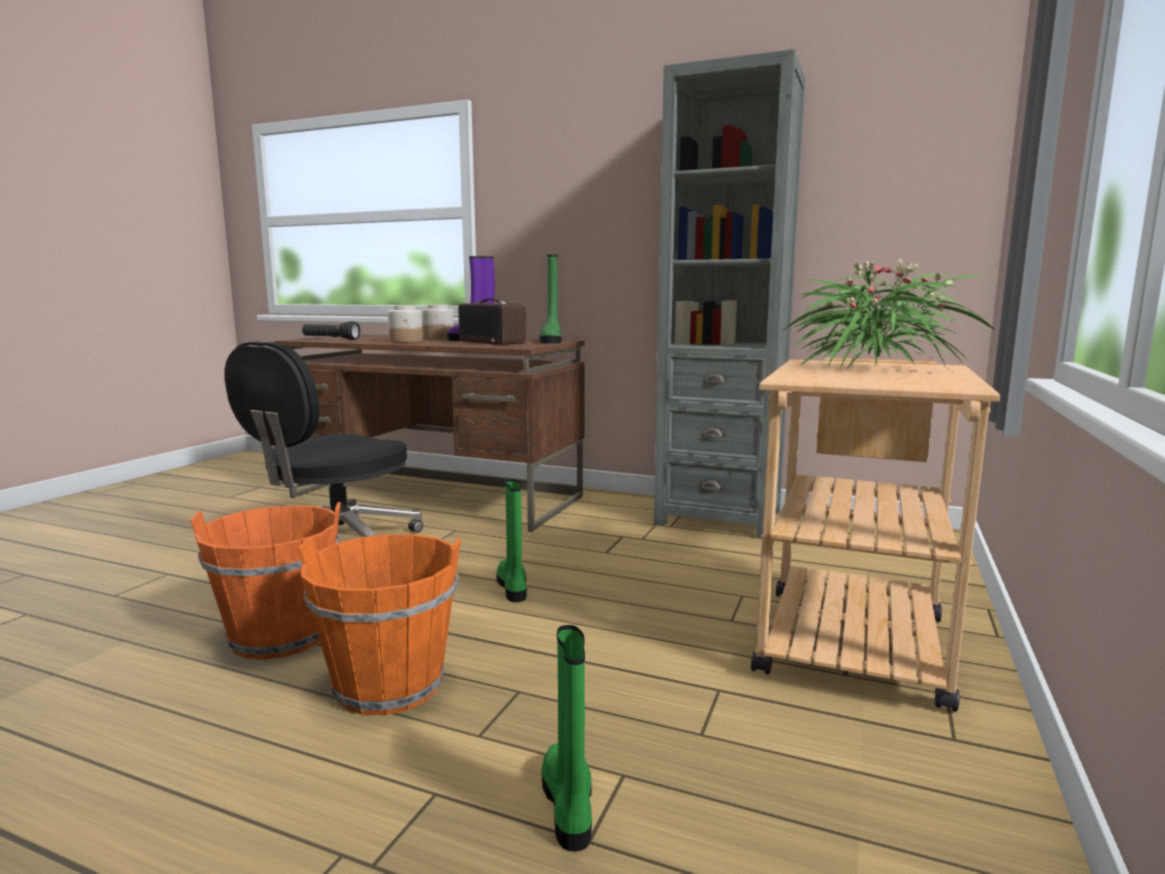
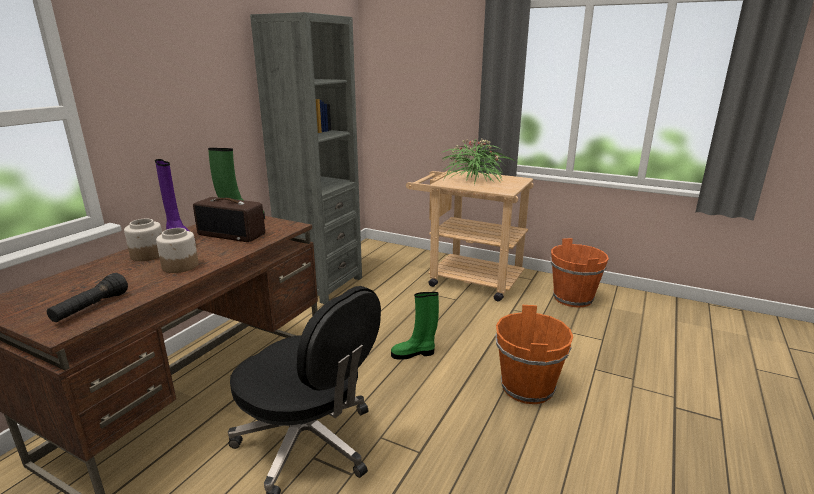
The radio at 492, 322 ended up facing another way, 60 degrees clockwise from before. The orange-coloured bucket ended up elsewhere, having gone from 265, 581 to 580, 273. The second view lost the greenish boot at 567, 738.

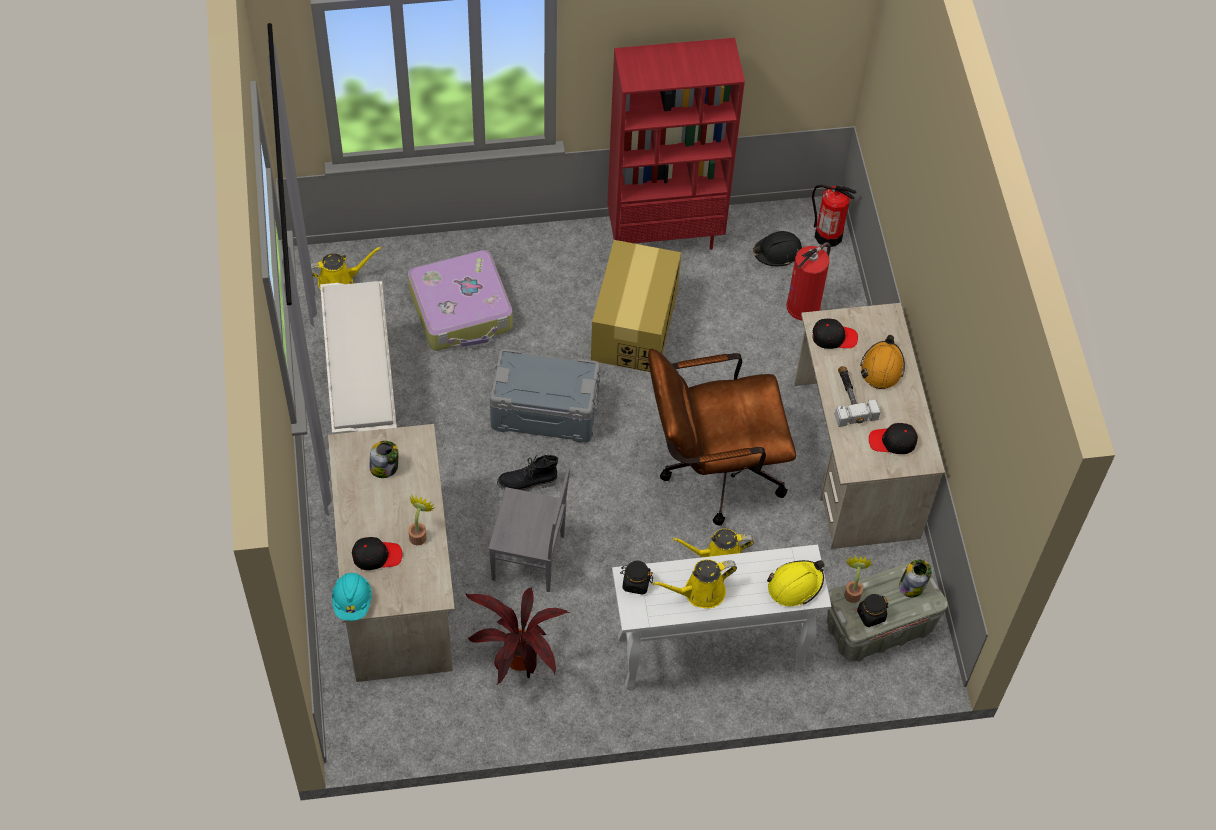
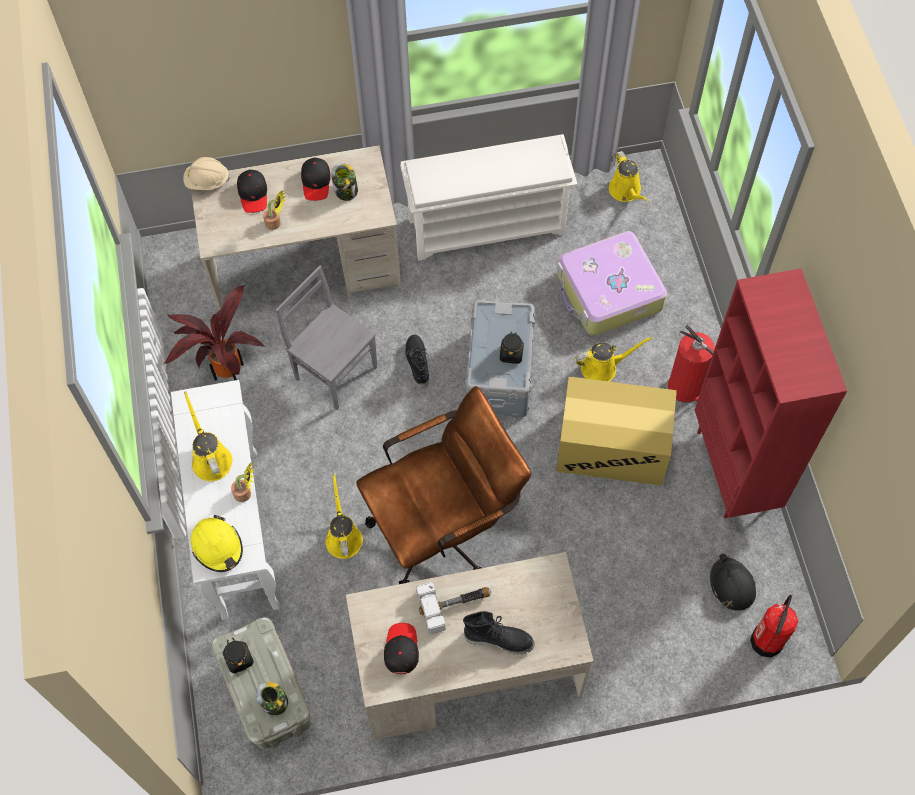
What was the turquoise-coloured hard hat at 352, 597 turned into the beige-coloured hard hat at 206, 173. The houseplant ended up elsewhere, having gone from 858, 579 to 243, 482. The gray chair at 529, 528 ended up facing another way, 120 degrees clockwise from before. The blackish baseball cap ended up elsewhere, having gone from 835, 333 to 316, 179. The brownish desk chair at 722, 437 ended up facing another way, 75 degrees clockwise from before. Where the orange-coloured hard hat stood at 882, 362, the blackish boot came to stand at 499, 633. The blackish jar ended up elsewhere, having gone from 636, 577 to 512, 348. The second view gained the yellow-coloured watering can at 614, 359. The extinguisher ended up elsewhere, having gone from 809, 281 to 691, 363.

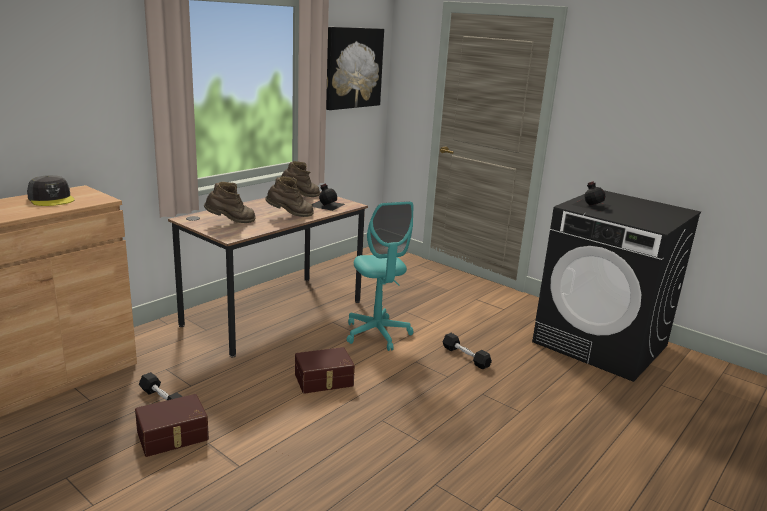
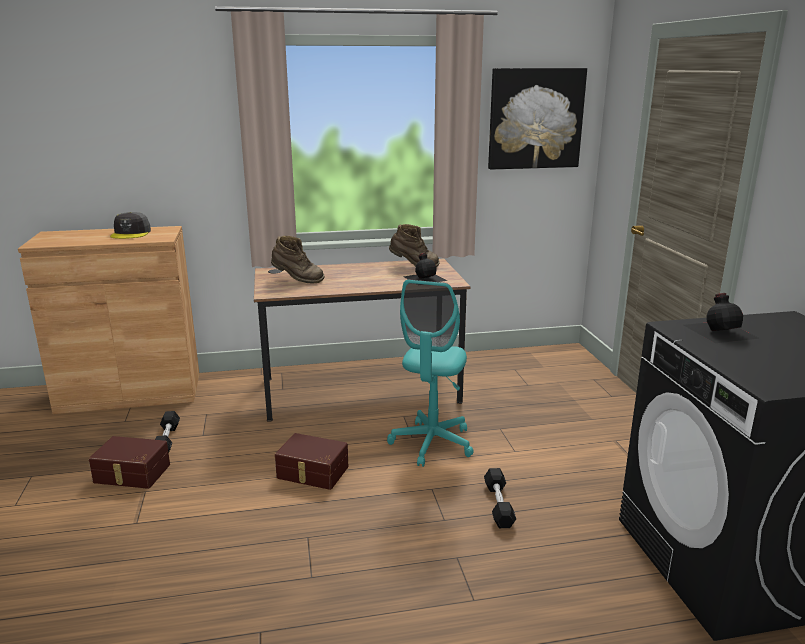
The second view lost the brownish boot at 289, 196.

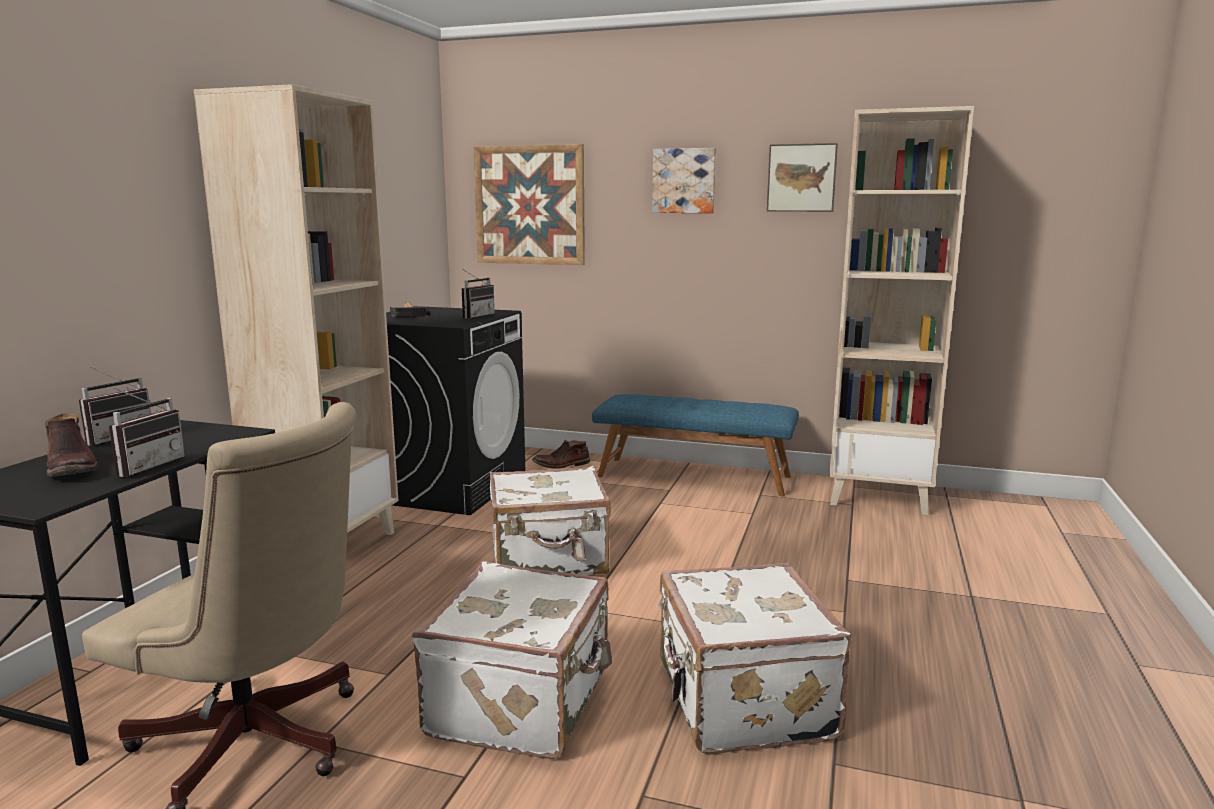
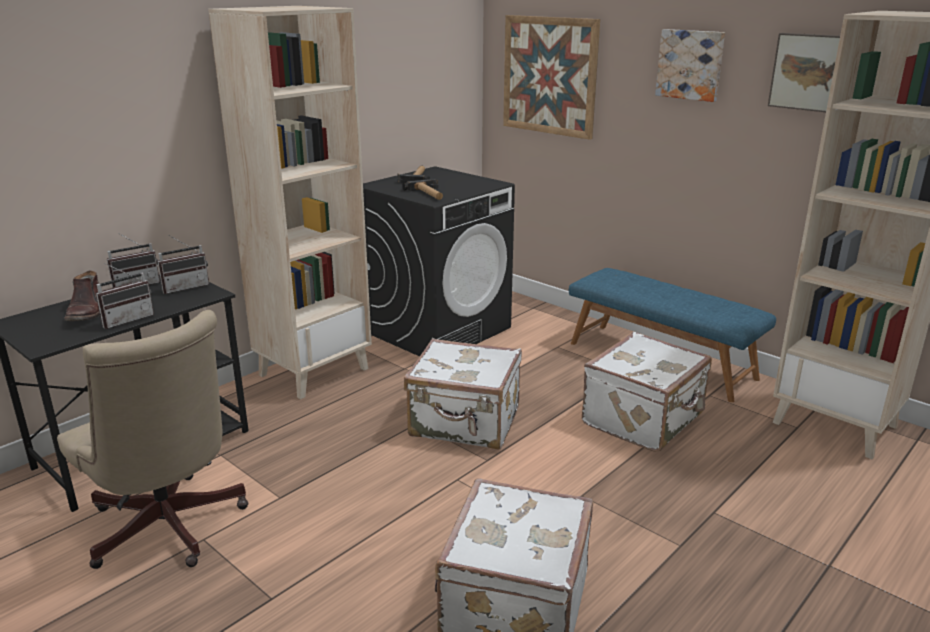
The radio ended up elsewhere, having gone from 478, 294 to 183, 264. The second view gained the tool hammer at 422, 189. The white travel case ended up elsewhere, having gone from 512, 660 to 647, 392. The second view lost the brownish boot at 561, 454.

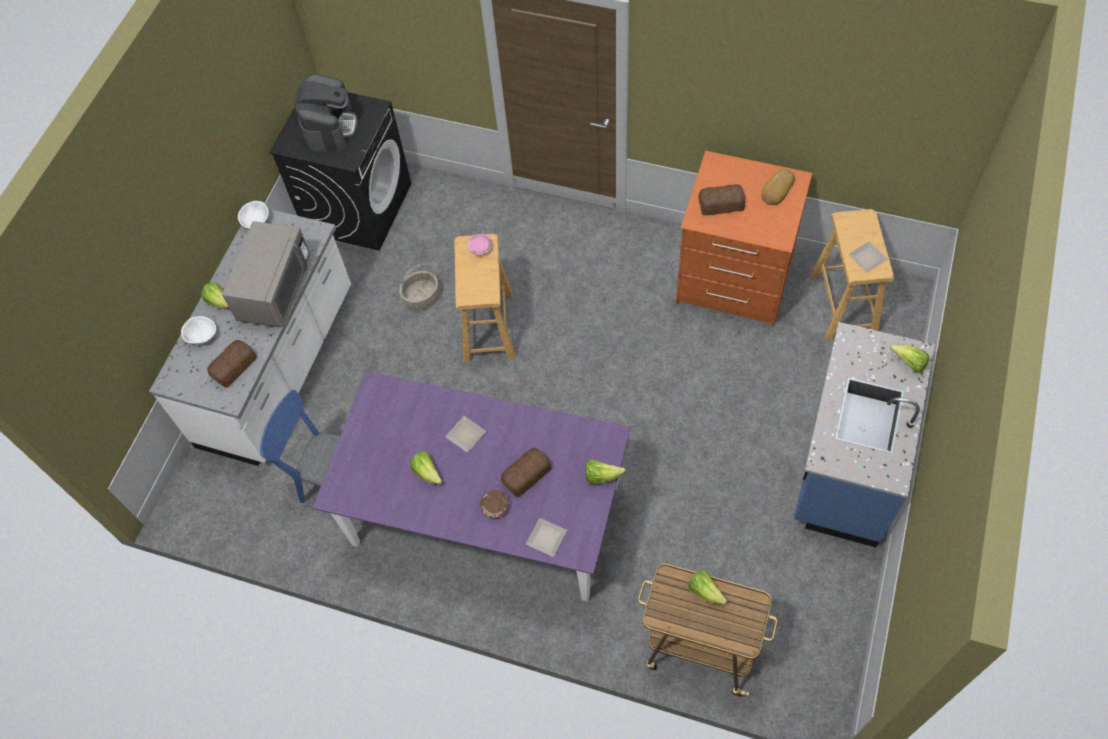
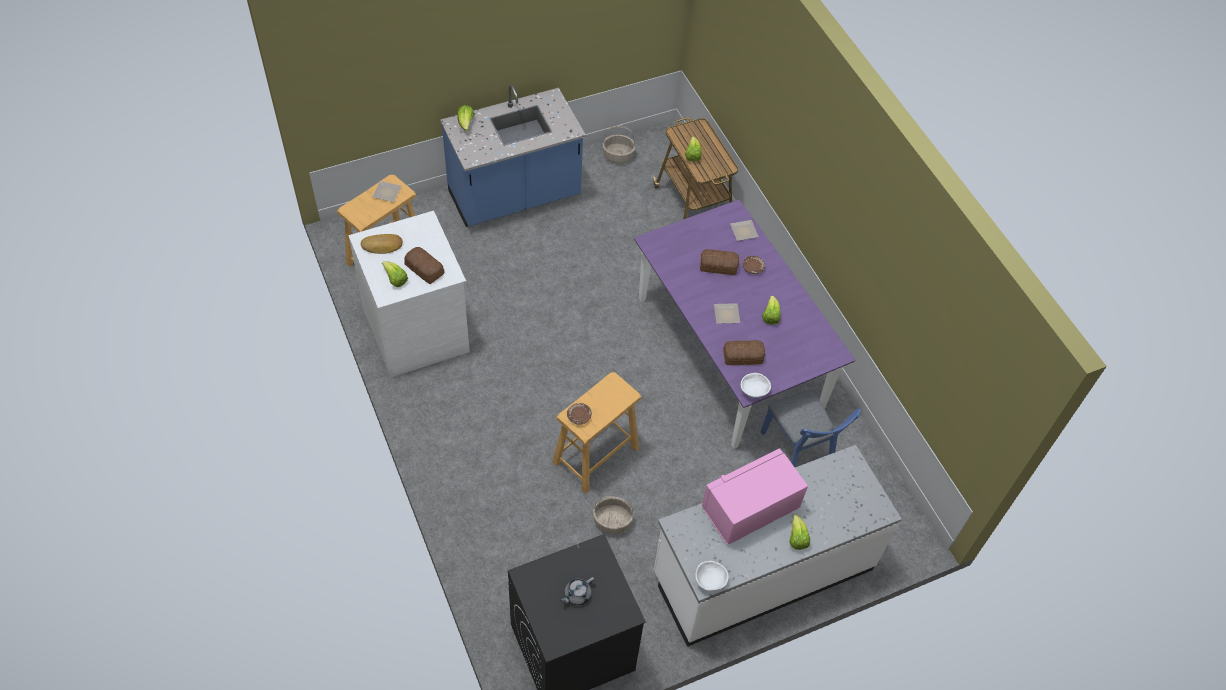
What was the orange-coloured chest of drawers at 744, 239 turned into the white chest of drawers at 409, 294. The lettuce ended up elsewhere, having gone from 605, 472 to 395, 274. Where the coffee brewer stood at 326, 112, the gray pot for tea came to stand at 577, 591. What was the pink flat dish at 480, 245 turned into the brownish flat dish at 579, 414. The second view gained the storage basket at 619, 144. What was the gray microwave at 266, 274 turned into the pink microwave at 755, 496. The baked bread ended up elsewhere, having gone from 232, 364 to 744, 352. The white deep dish ended up elsewhere, having gone from 198, 330 to 756, 385.

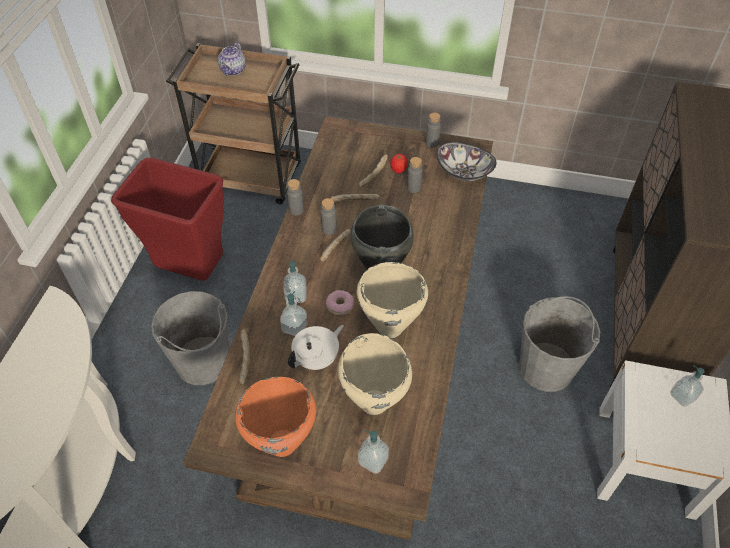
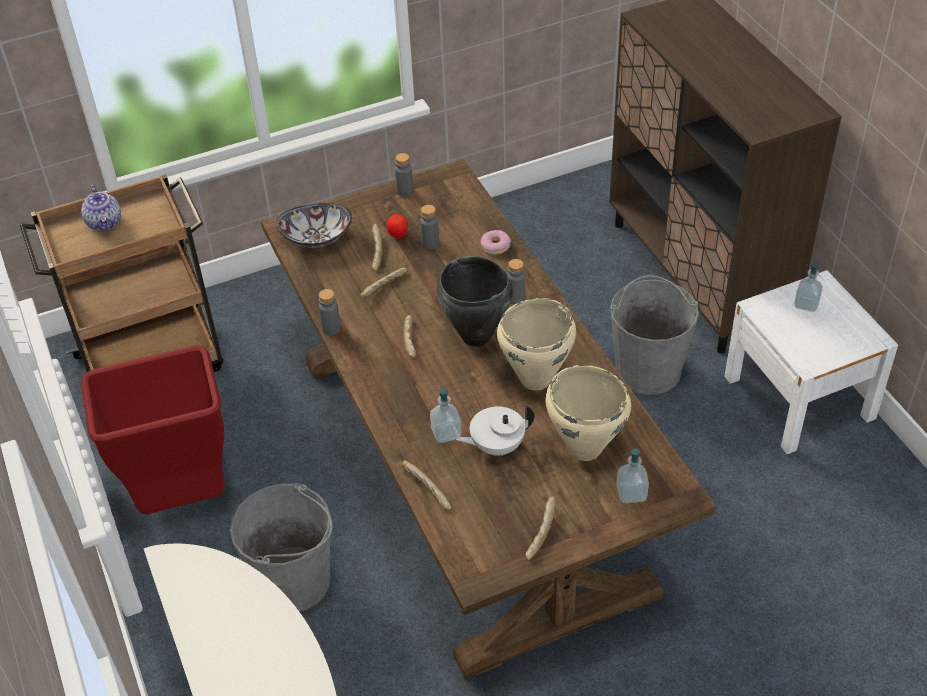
The deep dish ended up elsewhere, having gone from 467, 161 to 314, 225. The white pot for tea at 316, 347 ended up facing another way, 120 degrees counterclockwise from before. The ring doughnut ended up elsewhere, having gone from 340, 302 to 495, 242. The gray beverage bottle ended up elsewhere, having gone from 329, 216 to 516, 282. Where the orange-coloured cooking pot stood at 275, 417, the baked bread came to stand at 540, 528. The second view lost the liquid soap bottle at 295, 281.

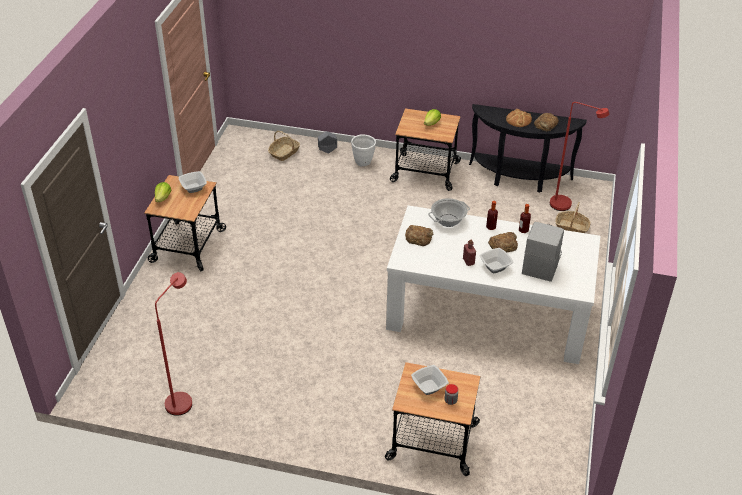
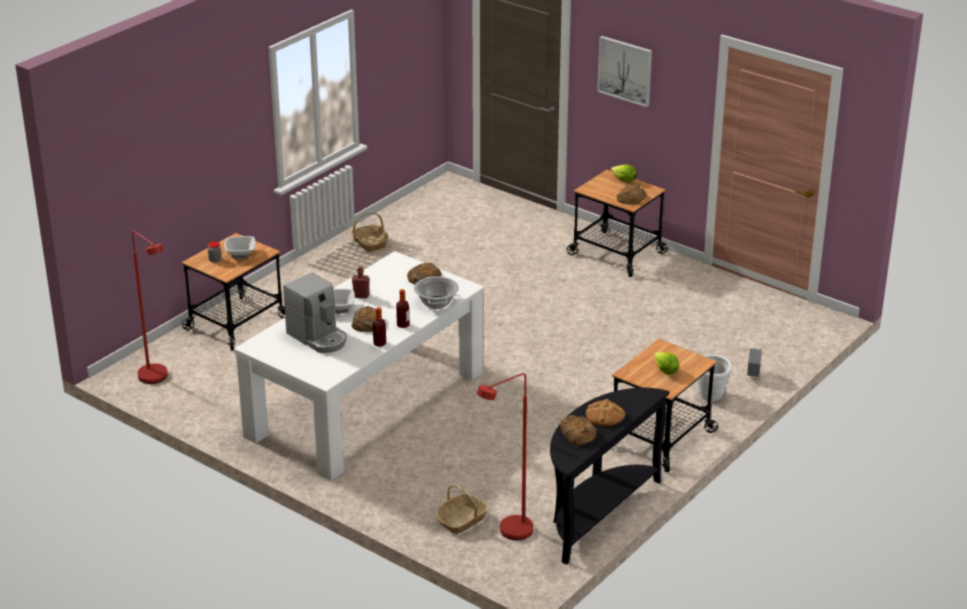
The reddish standard lamp ended up elsewhere, having gone from 173, 344 to 150, 307. The storage basket ended up elsewhere, having gone from 284, 146 to 370, 232. The second view gained the wall picture at 624, 71. Where the deep dish stood at 193, 182, the baked bread came to stand at 631, 194.

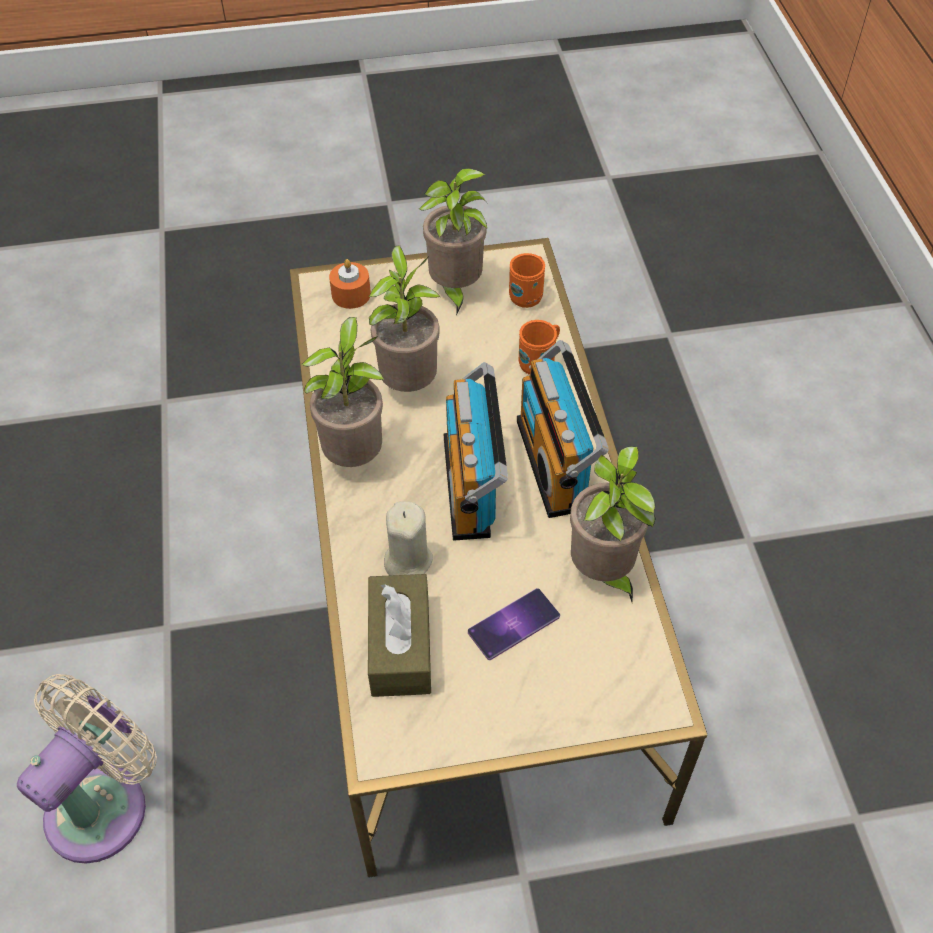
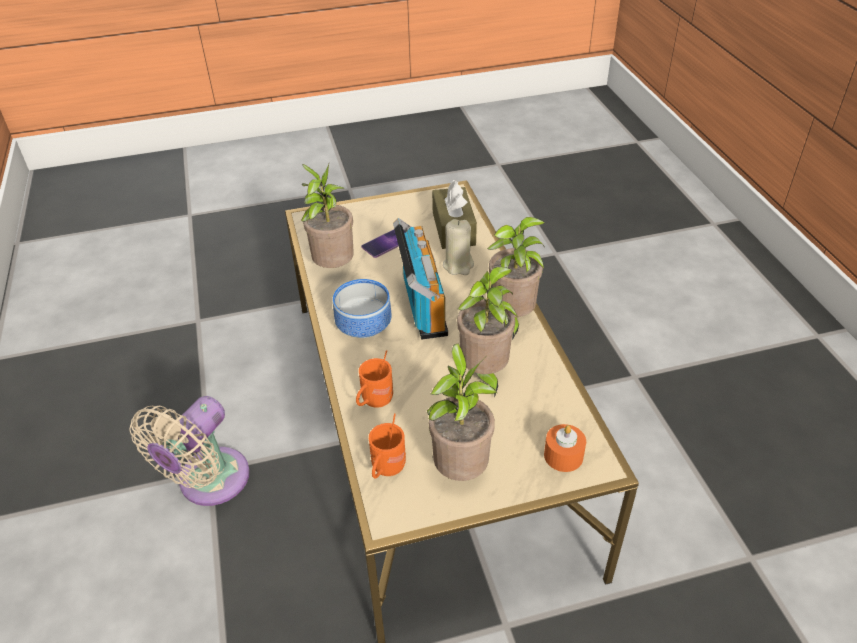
The beige-coloured cooling fan ended up elsewhere, having gone from 87, 769 to 189, 451. Where the radio stood at 563, 429, the deep dish came to stand at 362, 308.

